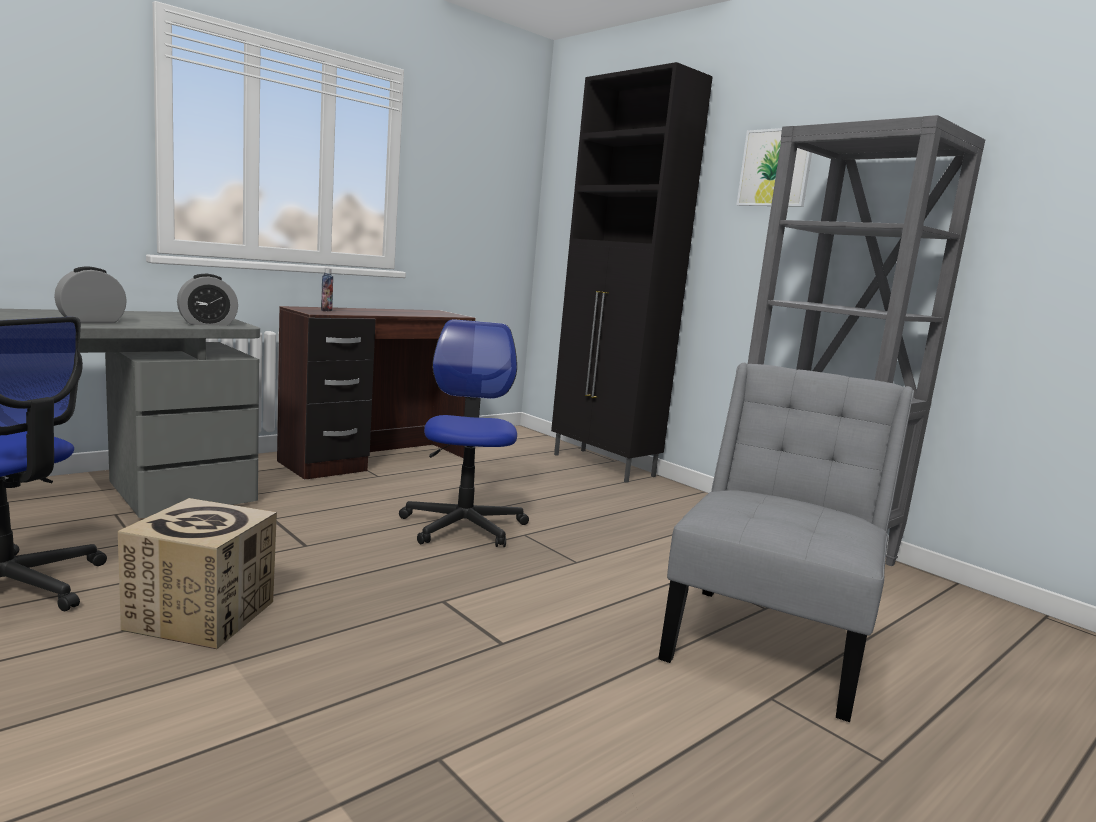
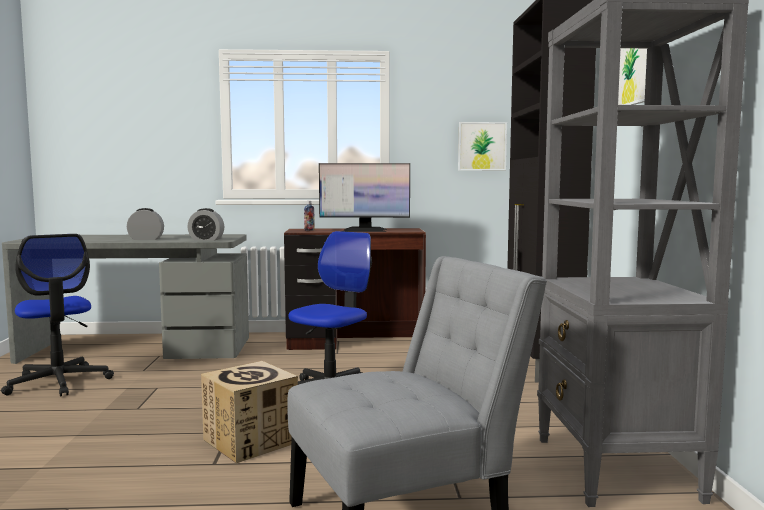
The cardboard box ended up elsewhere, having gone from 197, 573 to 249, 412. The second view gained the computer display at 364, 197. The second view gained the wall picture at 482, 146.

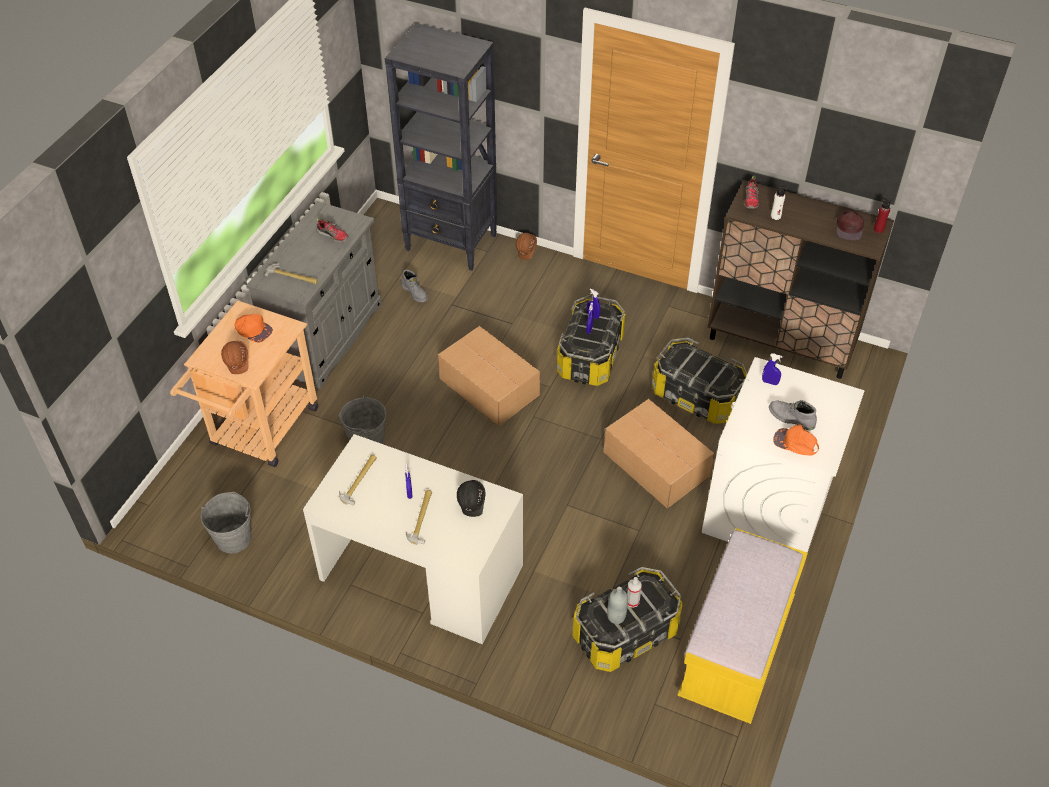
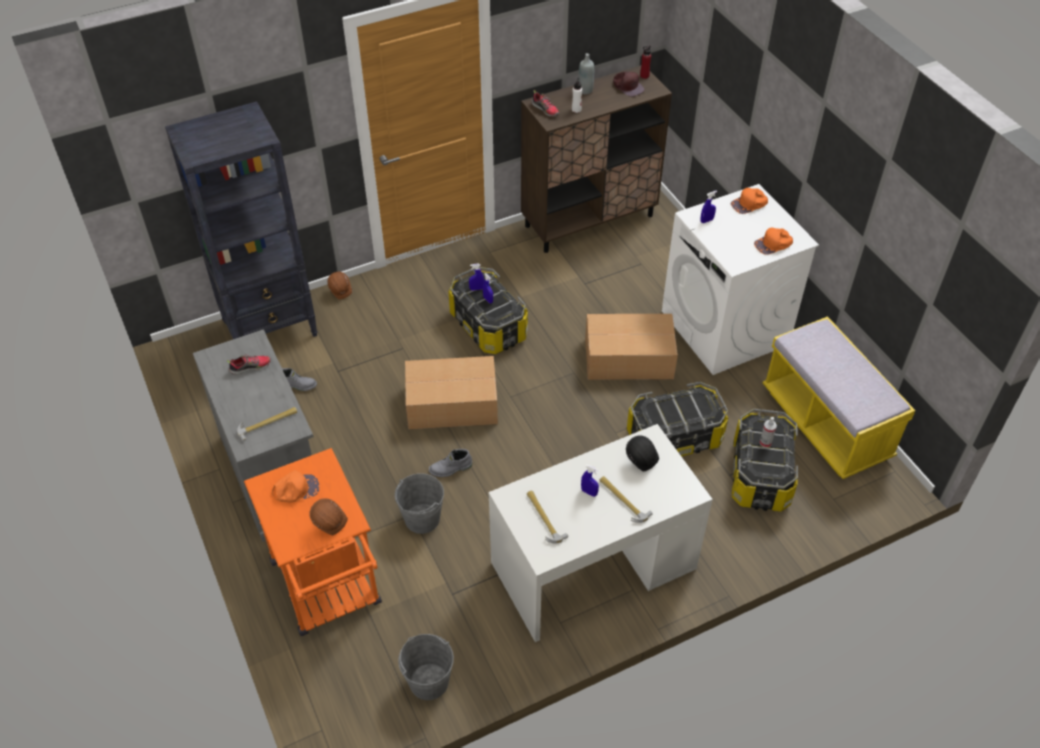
What was the beige-coloured wheeled cart at 244, 383 turned into the orange-coloured wheeled cart at 313, 542. The gray boot ended up elsewhere, having gone from 793, 415 to 450, 463. The gray beverage bottle ended up elsewhere, having gone from 617, 605 to 586, 74. The storage bin ended up elsewhere, having gone from 699, 380 to 677, 419. The second view gained the orange-coloured baseball cap at 749, 201.

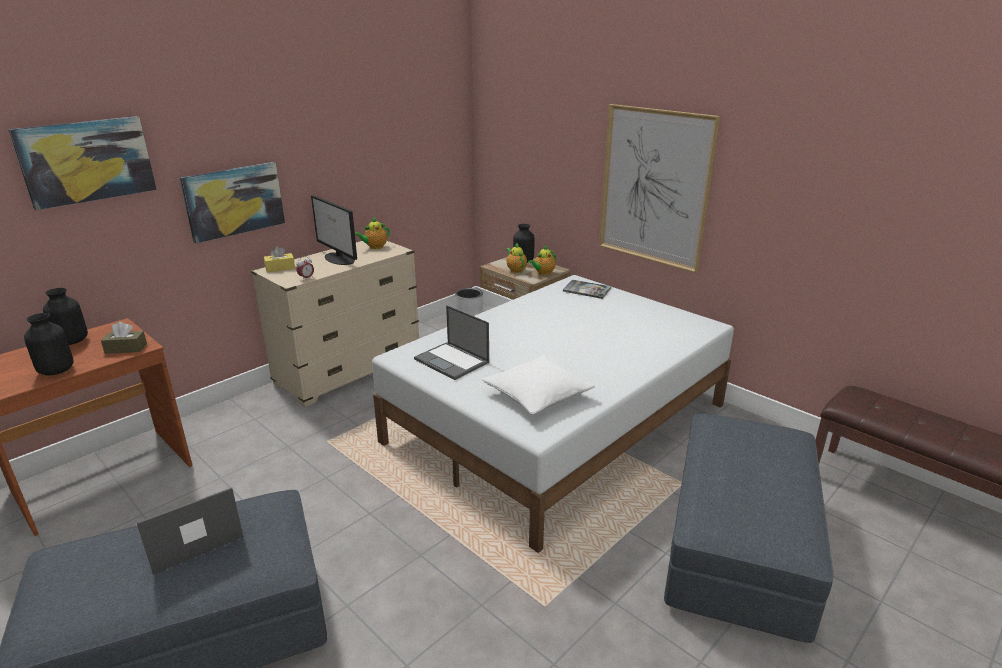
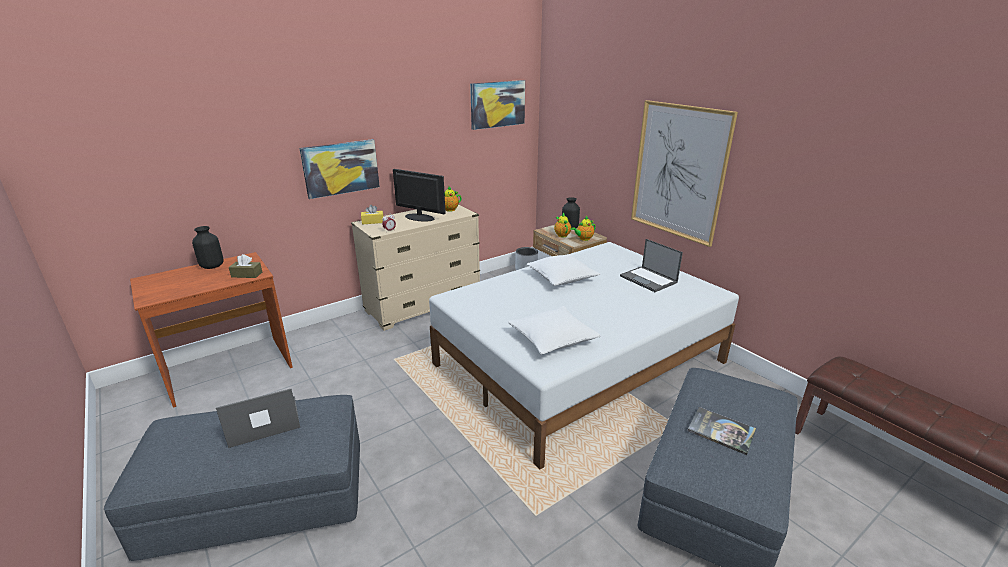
The computer display at 334, 230 ended up facing another way, 150 degrees clockwise from before. The wall picture ended up elsewhere, having gone from 82, 163 to 497, 105. The second view gained the white throw pillow at 563, 270. The laptop ended up elsewhere, having gone from 451, 342 to 651, 265. The bound book ended up elsewhere, having gone from 587, 289 to 721, 431. The second view lost the blackish decorative vase at 49, 344.

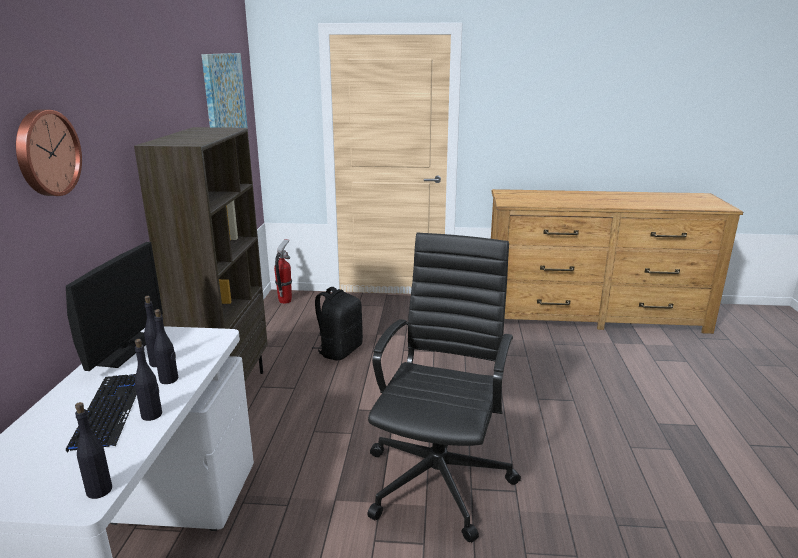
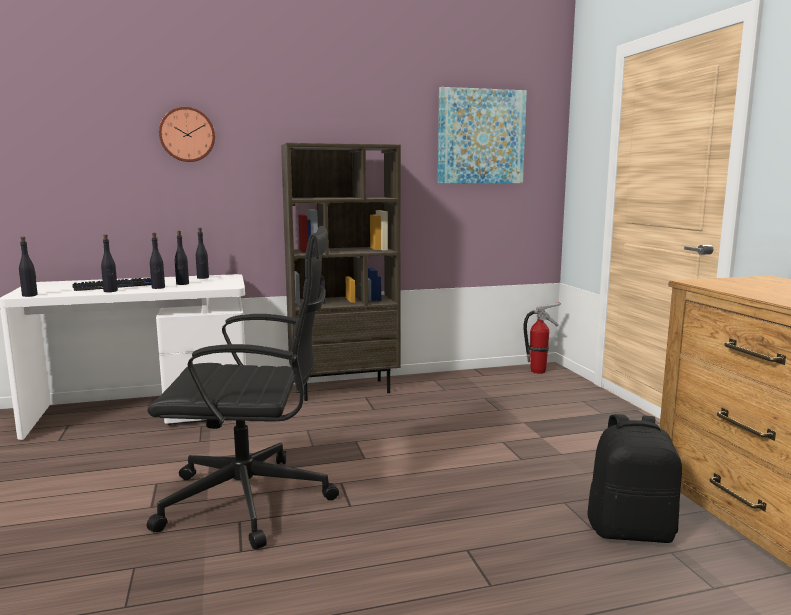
Where the computer display stood at 114, 306, the blackish beverage bottle came to stand at 202, 253. The blackish knapsack ended up elsewhere, having gone from 337, 323 to 634, 478.

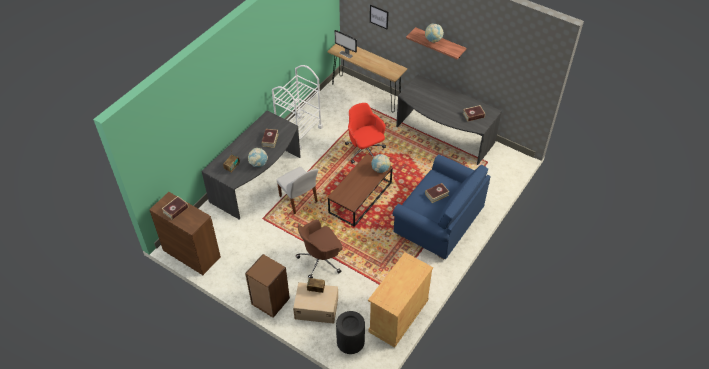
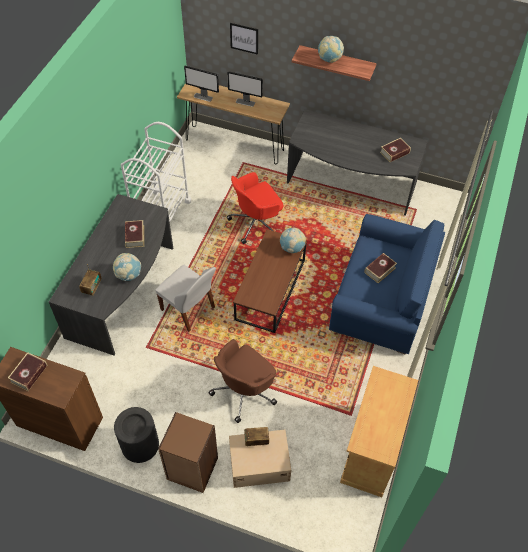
The blackish waste bin ended up elsewhere, having gone from 350, 332 to 136, 435. The reddish desk chair at 365, 133 ended up facing another way, 75 degrees counterclockwise from before. The second view gained the computer display at 245, 89.

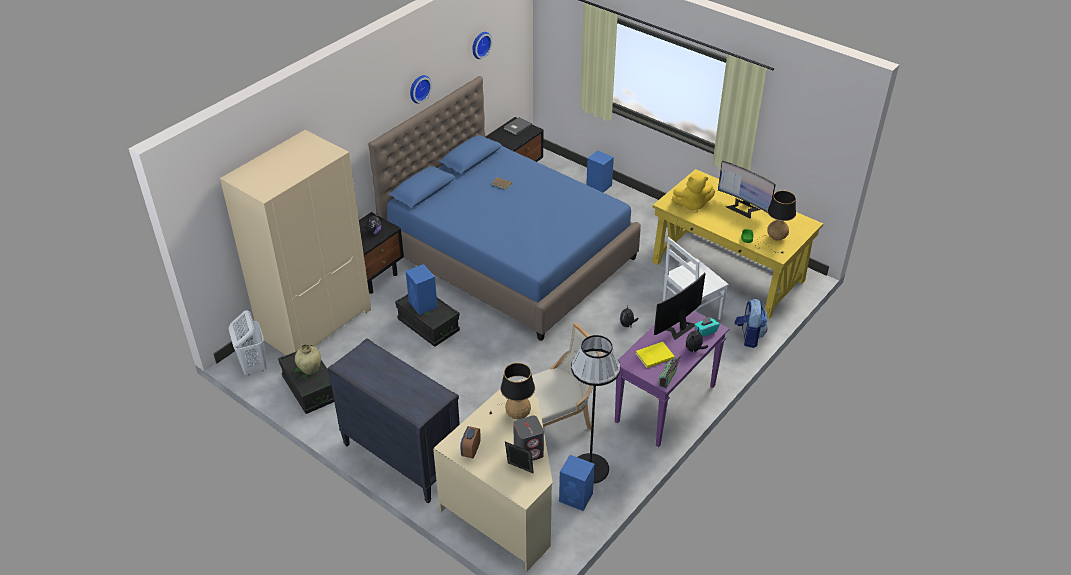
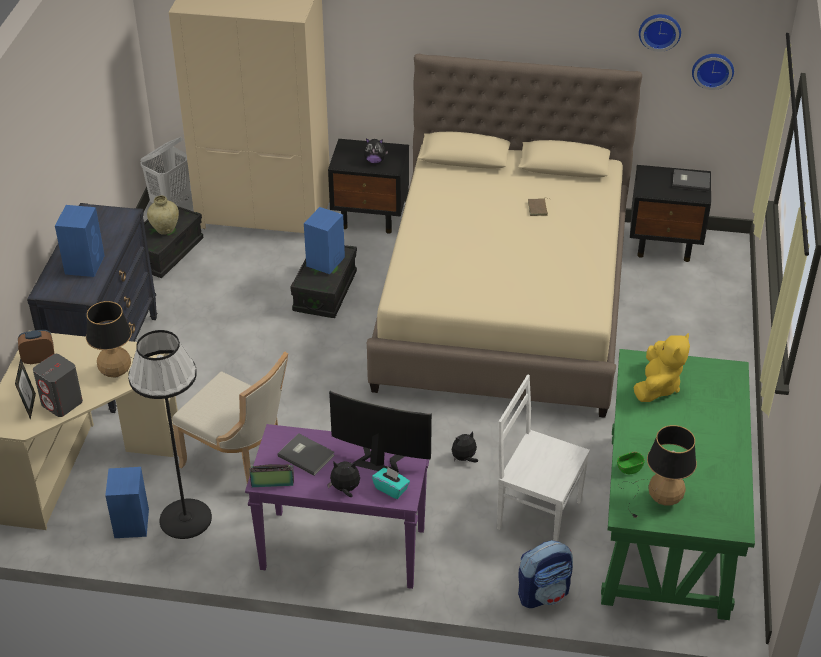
The blue loudspeaker ended up elsewhere, having gone from 600, 171 to 80, 241. What was the yellow-coloured bound book at 655, 355 turned into the gray bound book at 306, 454. What was the blue bed at 505, 208 turned into the beige-coloured bed at 504, 236. What was the yellow-coloured desk at 737, 244 turned into the greenish desk at 678, 484. The yellow-coloured cuddly toy at 693, 193 ended up facing another way, 120 degrees counterclockwise from before. The clock on the wall ended up elsewhere, having gone from 421, 89 to 713, 72. The second view lost the computer display at 747, 190.

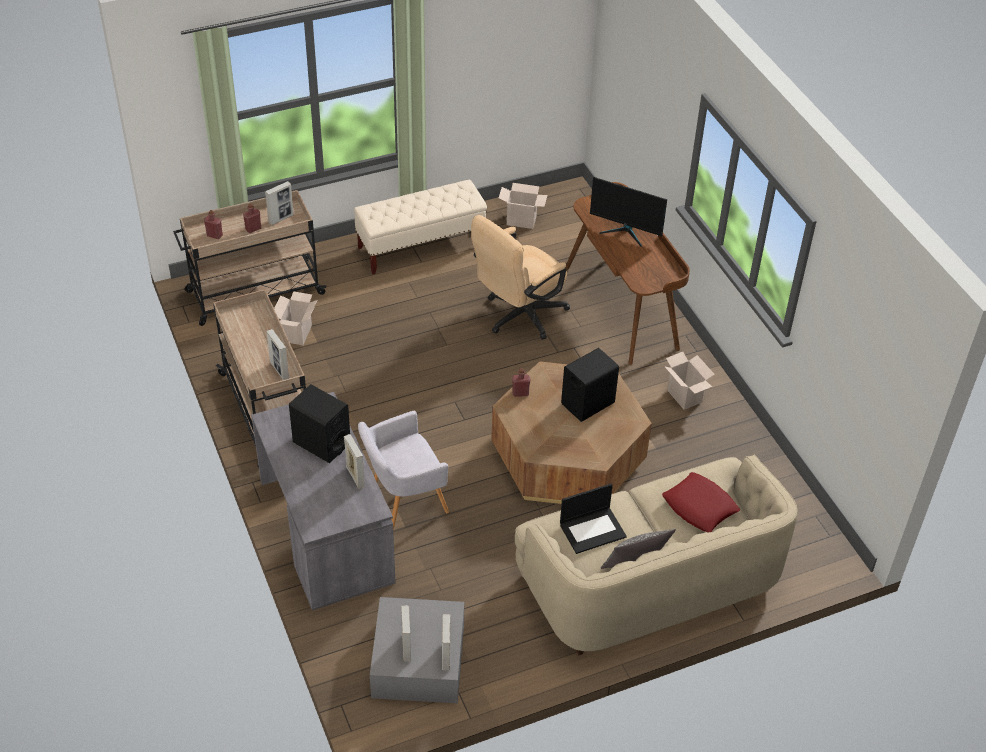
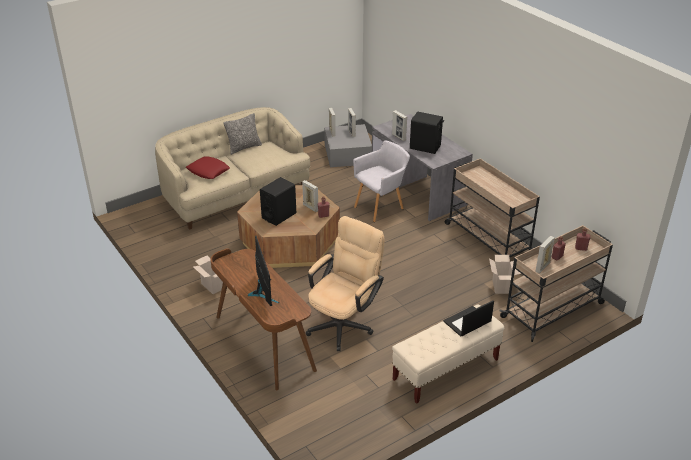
The computer display at 628, 212 ended up facing another way, 60 degrees clockwise from before. The picture frame ended up elsewhere, having gone from 278, 354 to 310, 196. The laptop ended up elsewhere, having gone from 593, 518 to 468, 318. The second view lost the cardboard box at 523, 206.

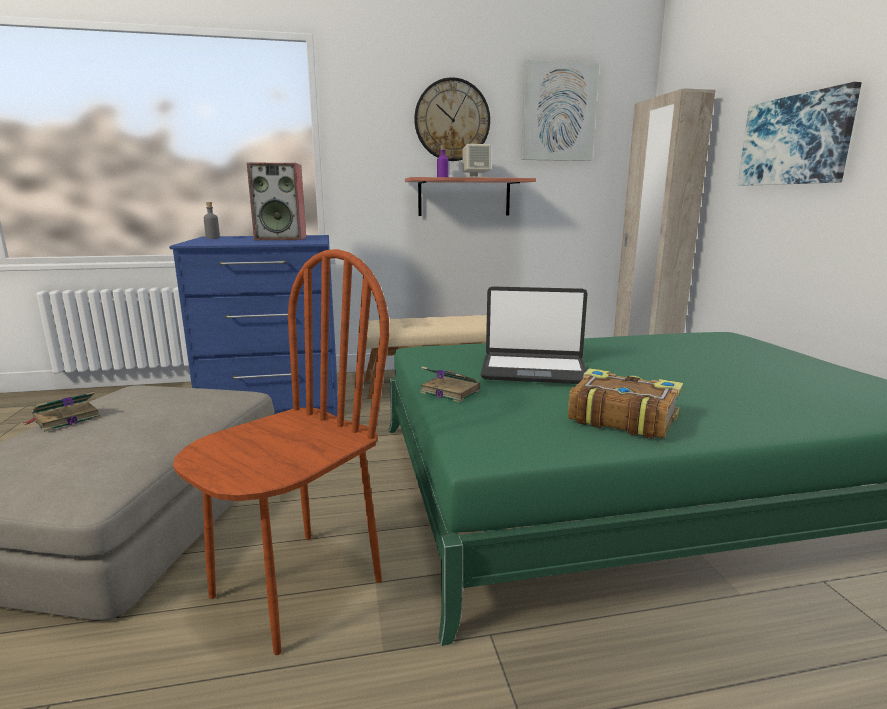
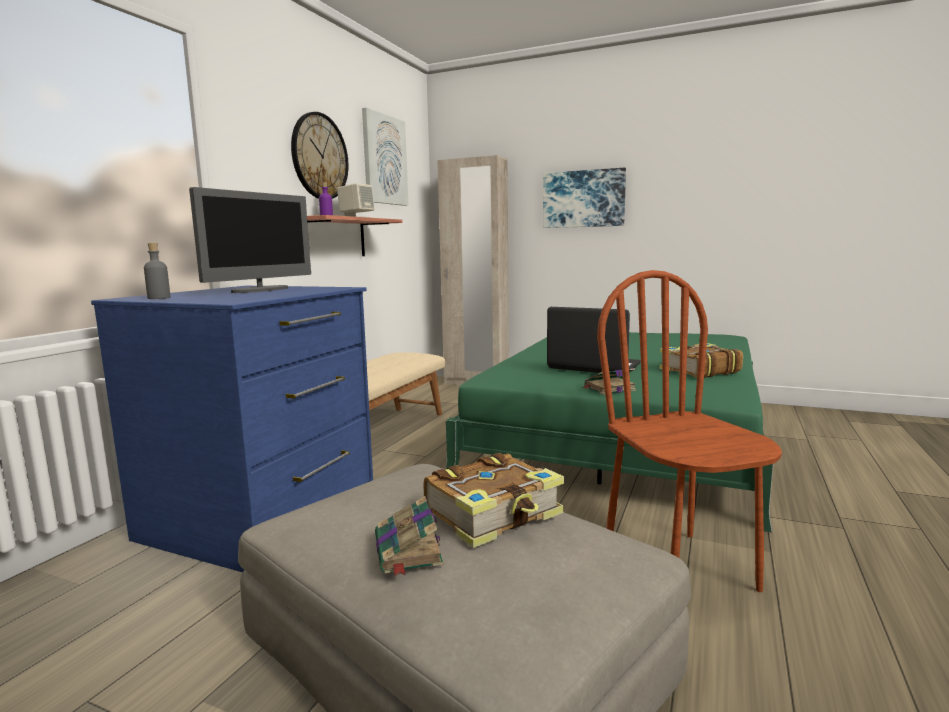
Where the loudspeaker stood at 276, 201, the computer display came to stand at 250, 240. The second view gained the bound book at 494, 500. The laptop at 534, 335 ended up facing another way, 105 degrees counterclockwise from before.

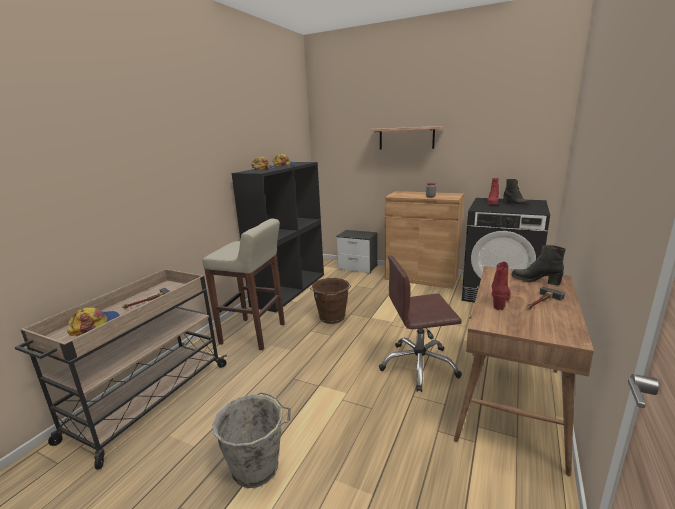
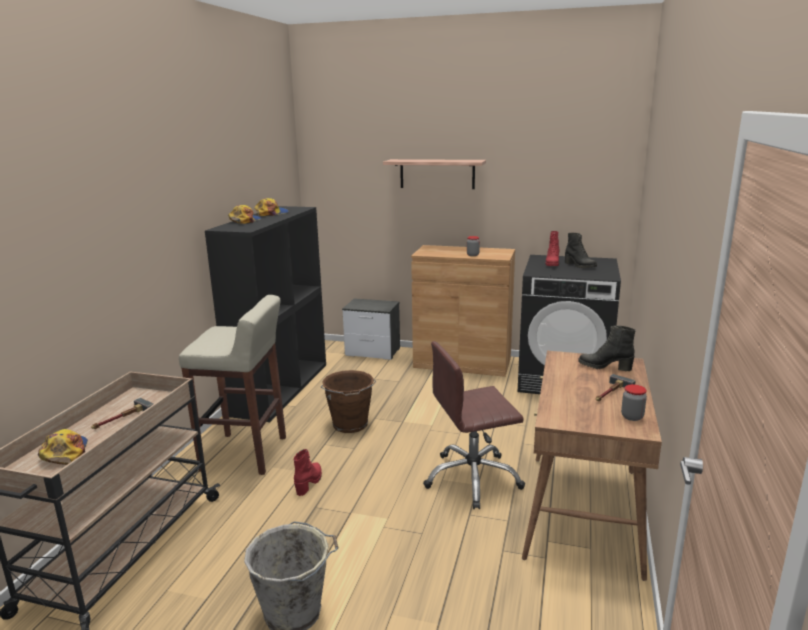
The baseball cap at 93, 321 ended up facing another way, 60 degrees counterclockwise from before. The reddish boot ended up elsewhere, having gone from 501, 286 to 308, 472. The second view gained the jar at 634, 402.

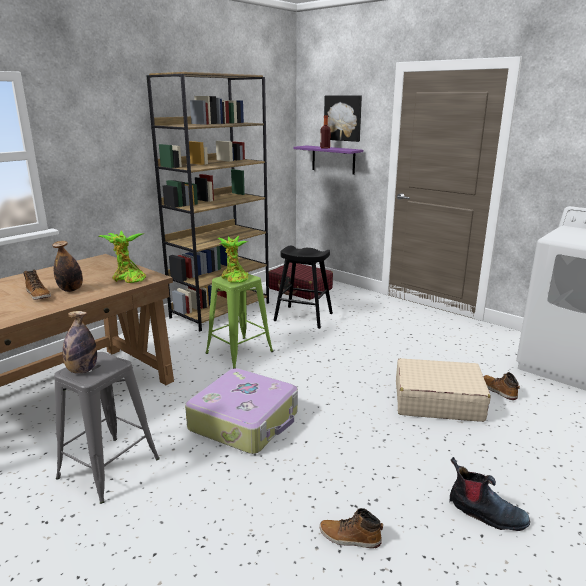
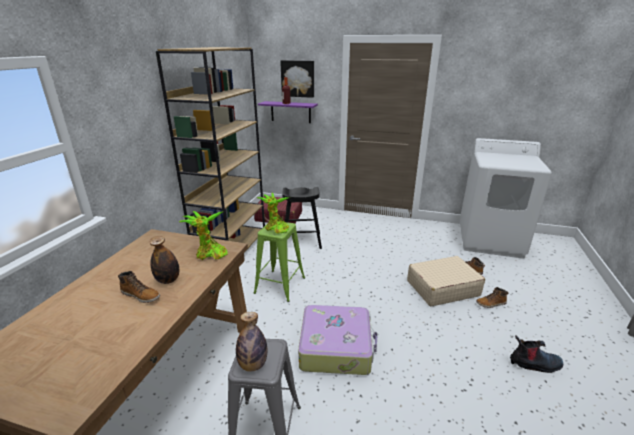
The boot ended up elsewhere, having gone from 351, 528 to 492, 297.

